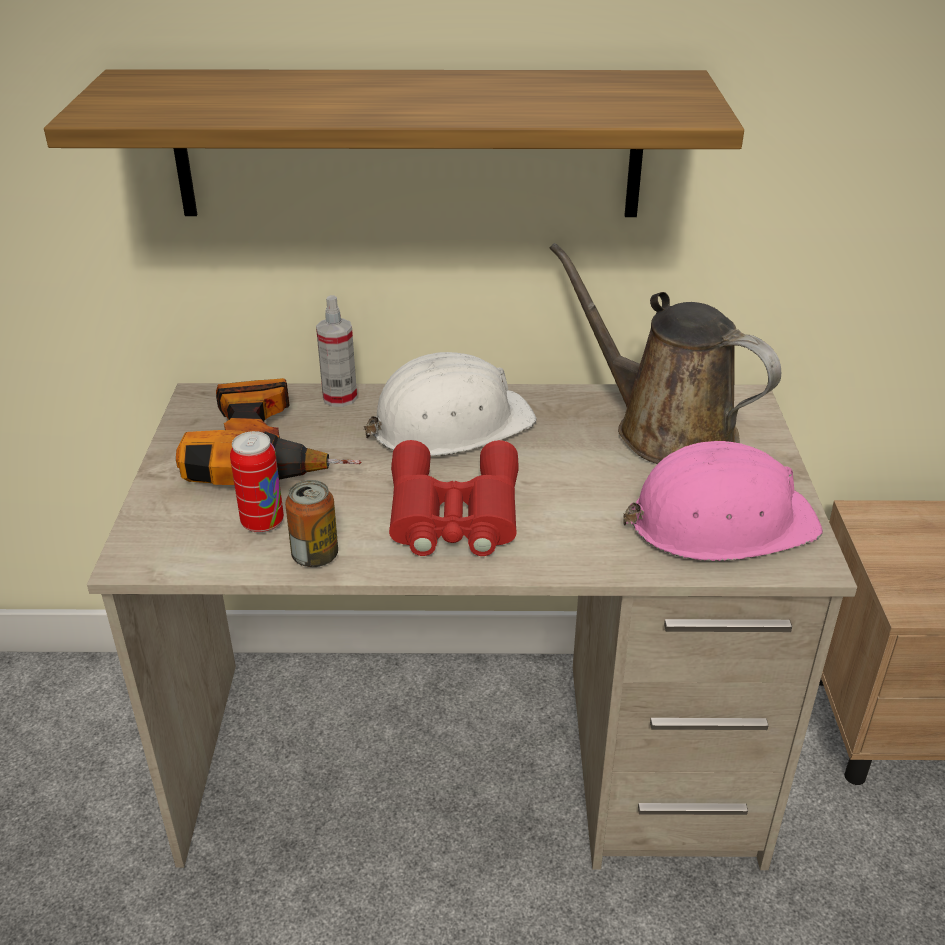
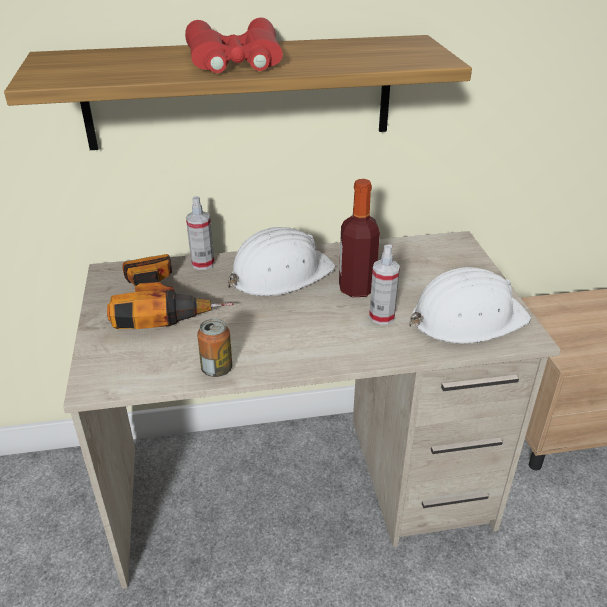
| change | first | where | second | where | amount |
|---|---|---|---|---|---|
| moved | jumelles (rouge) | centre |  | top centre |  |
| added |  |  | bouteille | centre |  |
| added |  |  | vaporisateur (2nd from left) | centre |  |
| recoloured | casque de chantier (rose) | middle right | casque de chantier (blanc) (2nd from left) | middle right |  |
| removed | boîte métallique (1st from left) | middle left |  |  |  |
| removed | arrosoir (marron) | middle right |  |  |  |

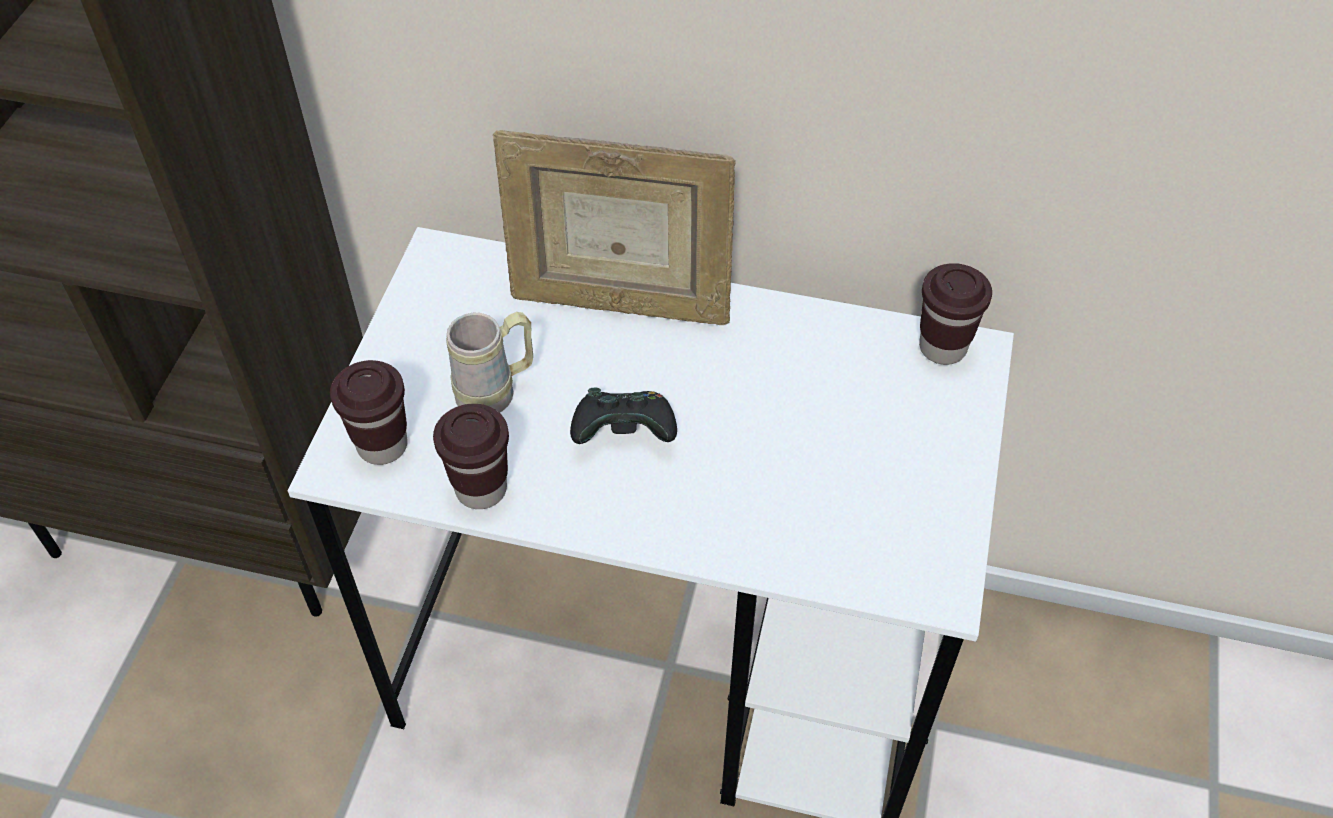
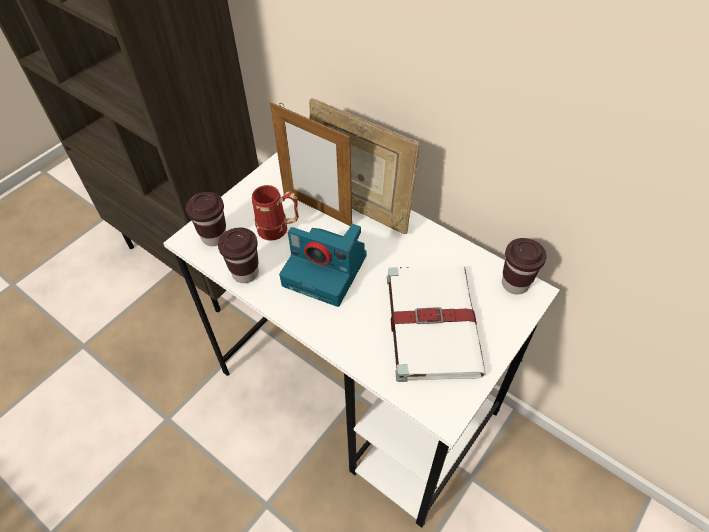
| change | first | where | second | where | amount |
|---|---|---|---|---|---|
| recoloured | mug (beige) | centre | mug (rouge) | centre |  |
| added |  |  | cadre photo (1st from left) | top centre |  |
| replaced | manette (noir) | centre | appareil photo | centre |  |
| added |  |  | livre (blanc) | centre |  |

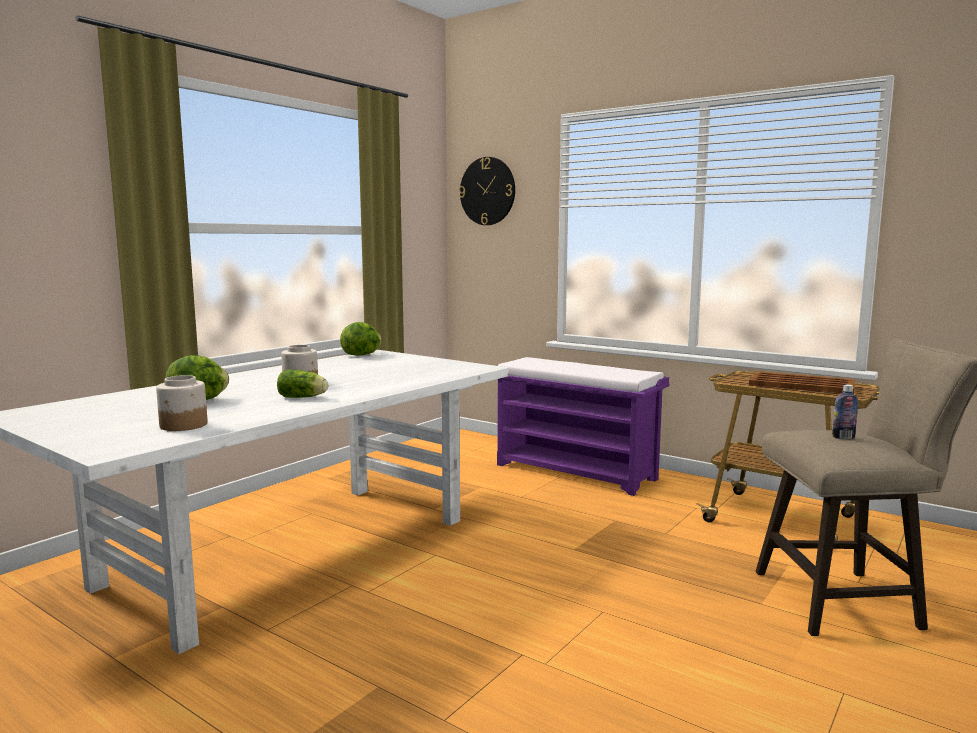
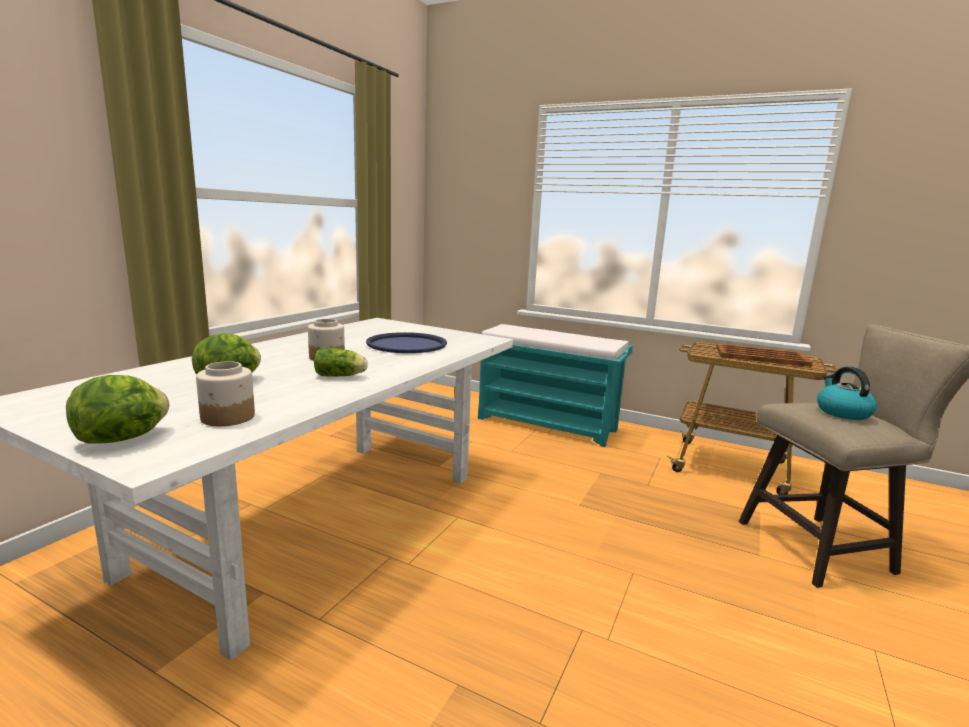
| change | first | where | second | where | amount |
|---|---|---|---|---|---|
| moved | laitue (3rd from left in the first image) | centre | laitue (1st from left) | middle left |  |
| added |  |  | plateau (bleu) | centre |  |
| recoloured | banc (violet) | centre | banc (turquoise) | centre |  |
| replaced | bouteille | middle right | bouilloire | middle right |  |
| removed | horloge murale | top centre |  |  |  |

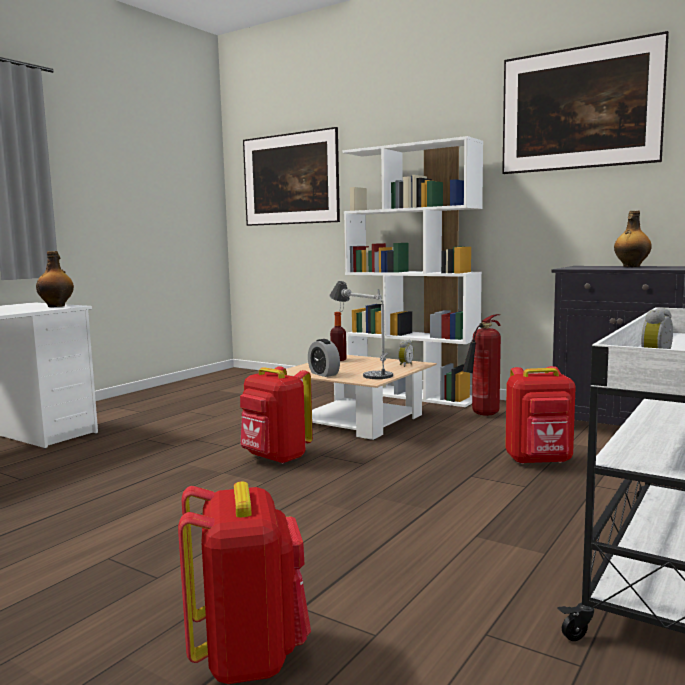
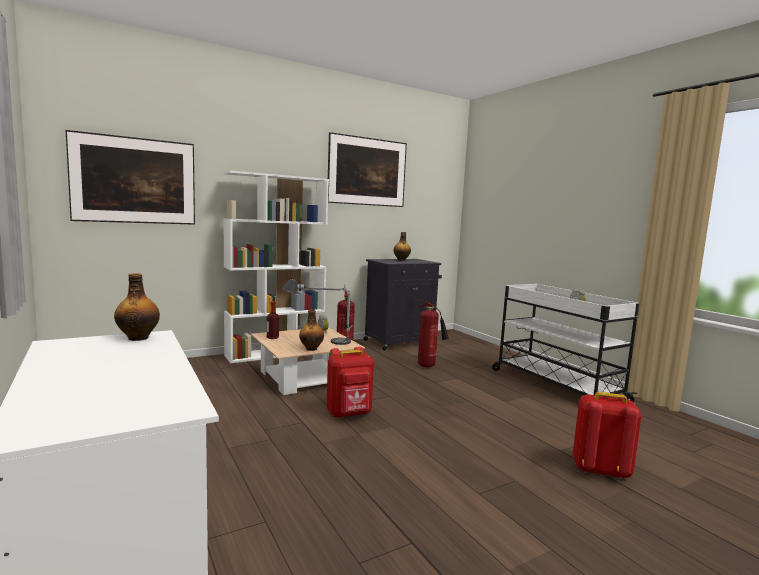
| change | first | where | second | where | amount |
|---|---|---|---|---|---|
| replaced | réveil (1st from left) | centre | bouteille (3rd from left) | centre |  |
| replaced | sac à dos (rouge) (3rd from left) | middle right | extincteur (2nd from left) | centre |  |

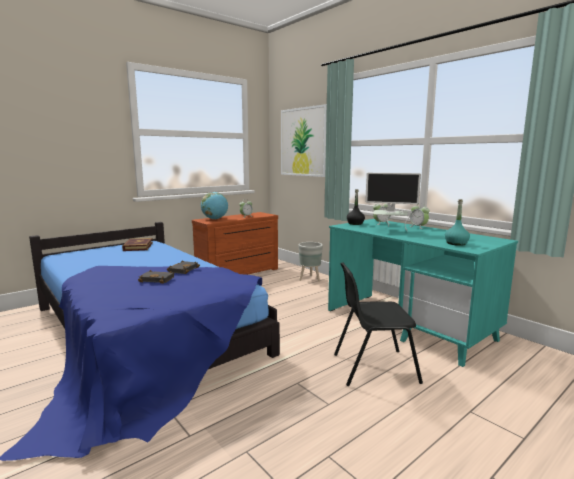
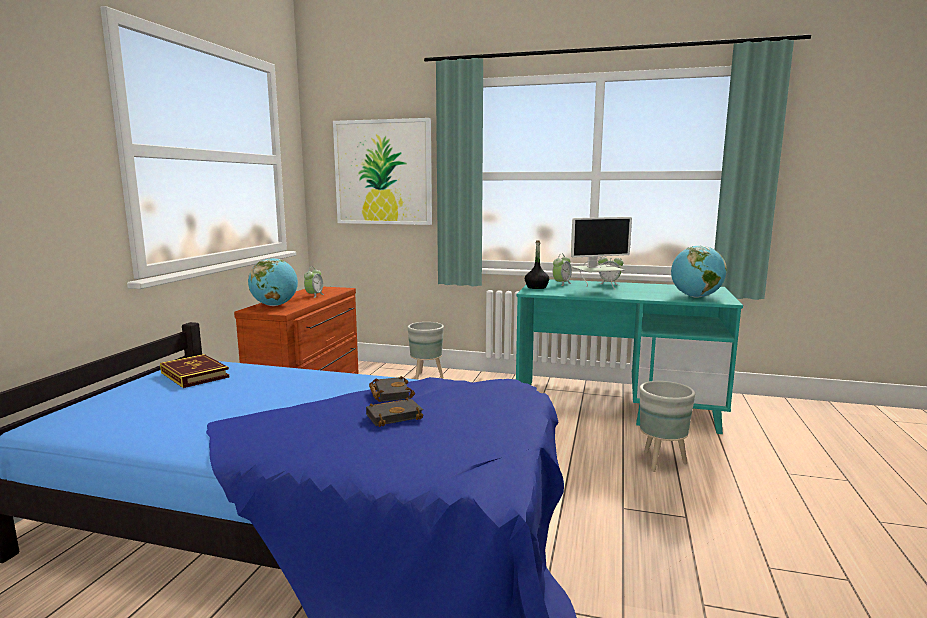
| change | first | where | second | where | amount |
|---|---|---|---|---|---|
| replaced | chaise (noir) | bottom centre | cache-pot (gris) (2nd from left) | bottom right |  |
| replaced | bouteille (turquoise) | middle right | globe (2nd from left) | middle right |  |

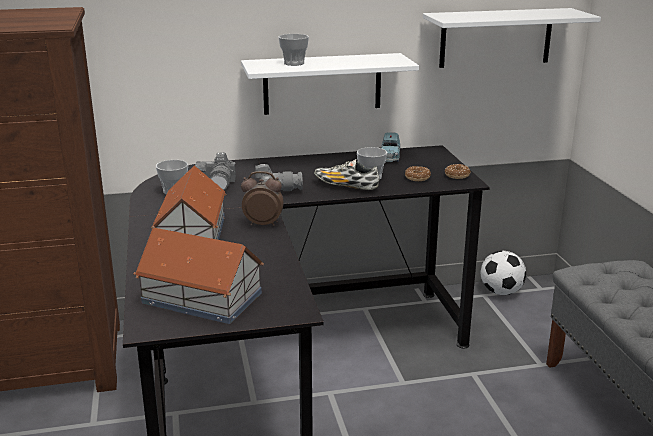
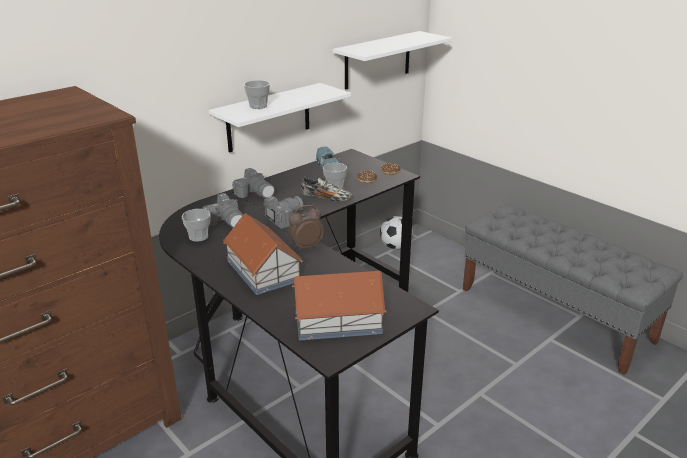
| change | first | where | second | where | amount |
|---|---|---|---|---|---|
| added |  |  | appareil photo (2nd from left) | centre |  |
| turned | chaussure | centre |  | centre | 150 degrees counterclockwise |

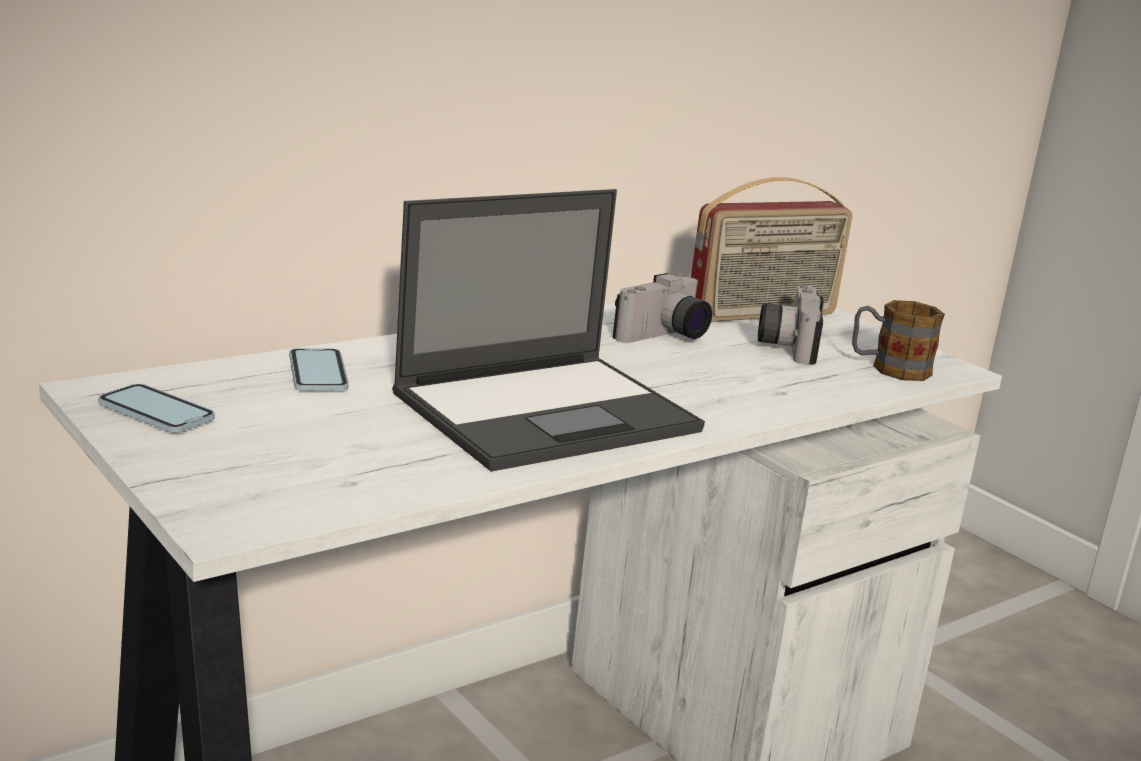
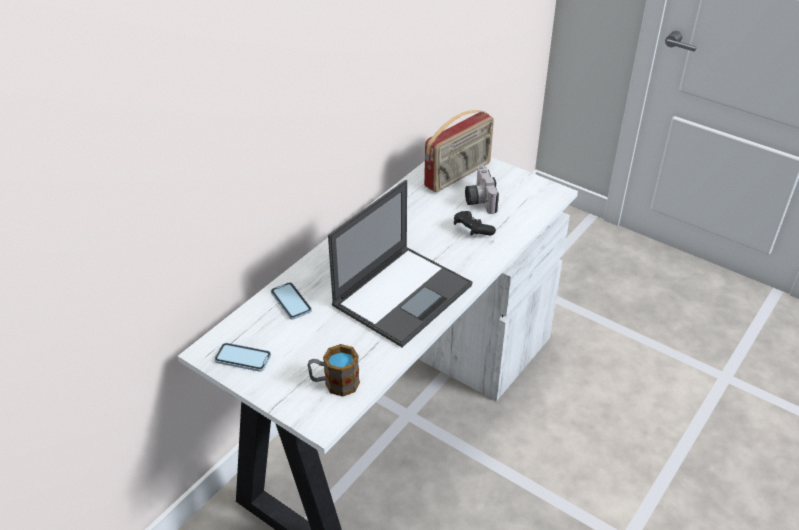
| change | first | where | second | where | amount |
|---|---|---|---|---|---|
| moved | mug | middle right |  | bottom centre |  |
| added |  |  | manette (noir) | centre |  |
| removed | appareil photo (1st from left) | centre |  |  |  |

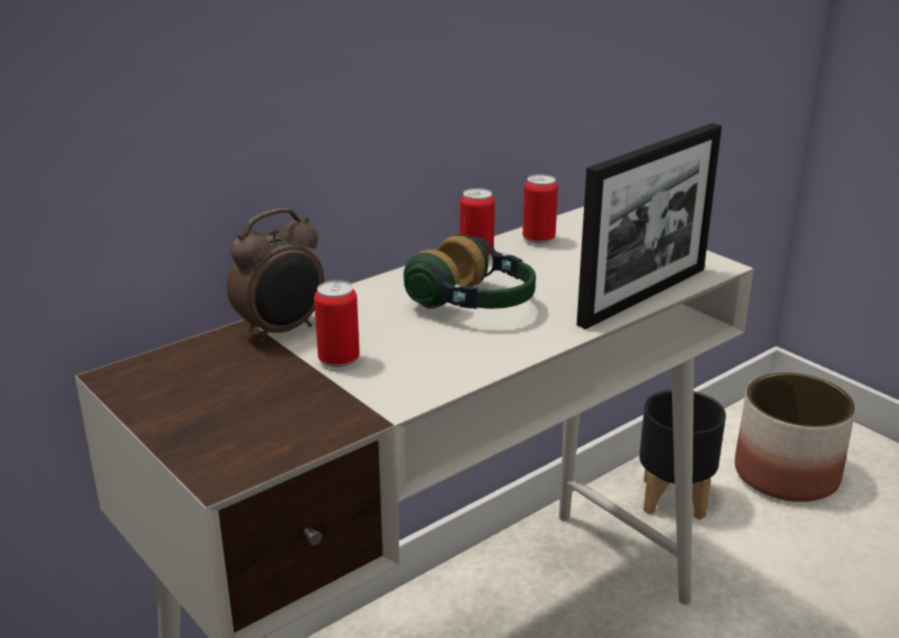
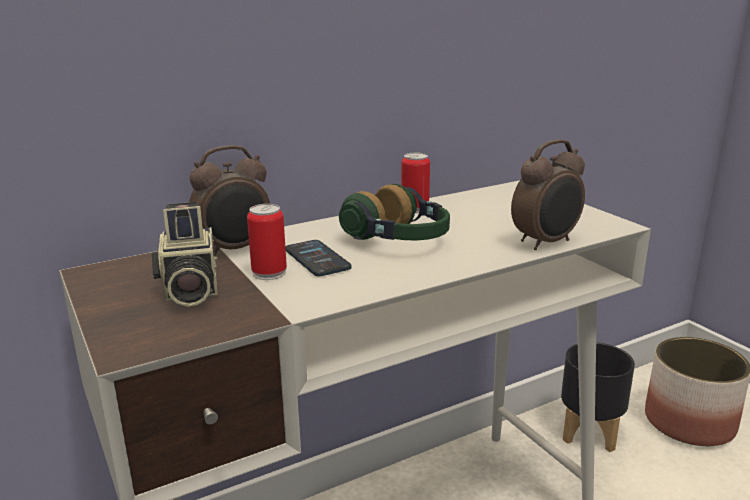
| change | first | where | second | where | amount |
|---|---|---|---|---|---|
| added |  |  | appareil photo | middle left |  |
| added |  |  | téléphone | centre |  |
| replaced | cadre photo | middle right | réveil (2nd from left) | middle right |  |
| removed | boîte métallique (3rd from left) | top centre |  |  |  |

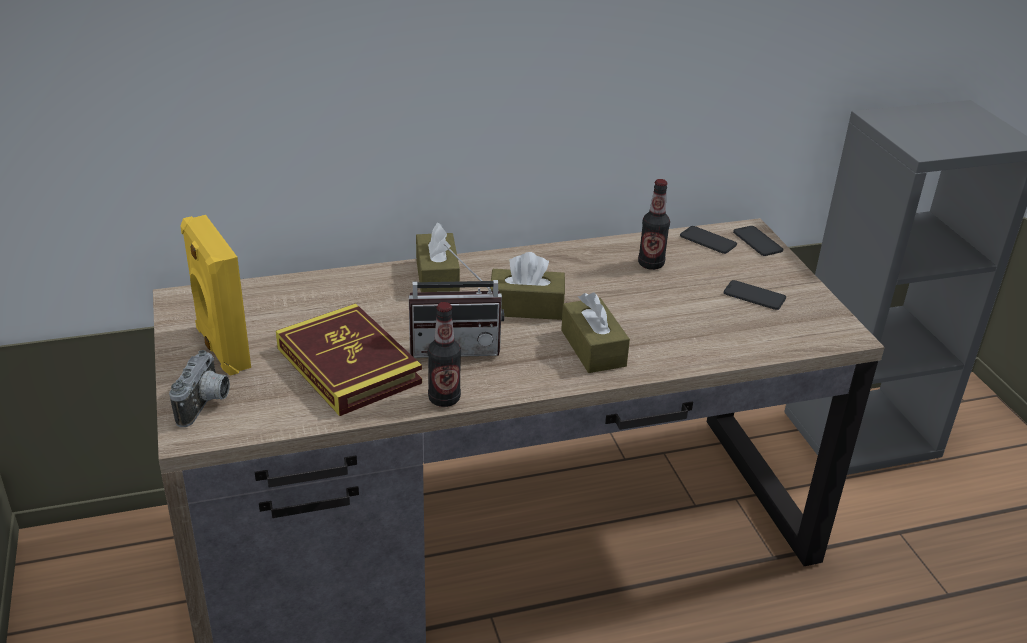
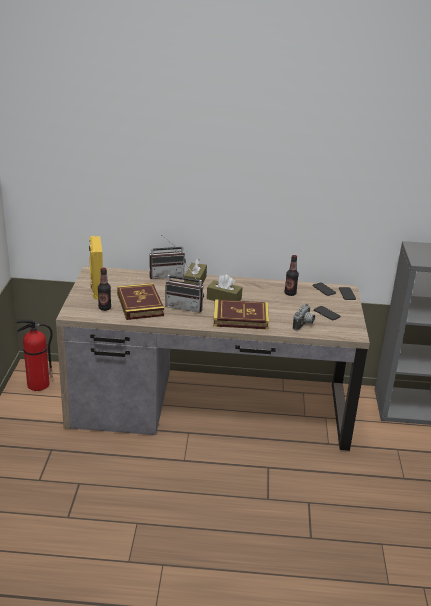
| change | first | where | second | where | amount |
|---|---|---|---|---|---|
| added |  |  | extincteur | middle left |  |
| moved | bouteille (1st from left) | centre |  | middle left |  |
| added |  |  | radio (1st from left) | centre |  |
| replaced | boîte à mouchoirs (marron) (3rd from left) | centre | livre (2nd from left) | centre |  |
| moved | appareil photo | middle left |  | middle right |  |

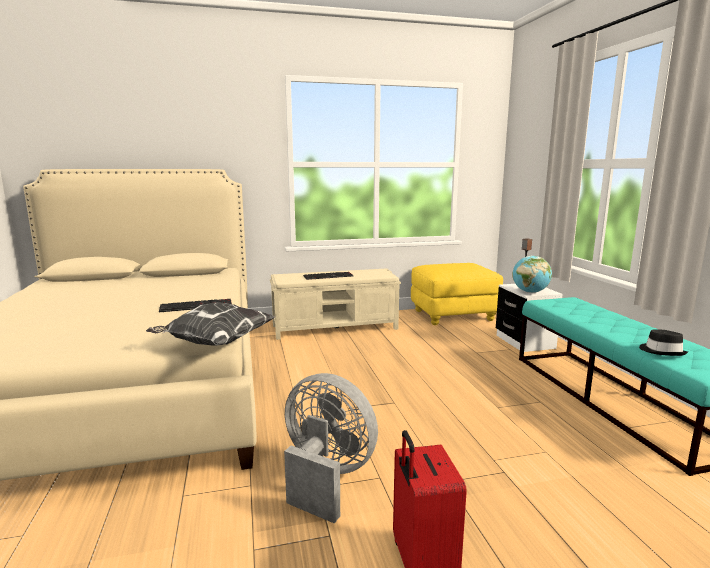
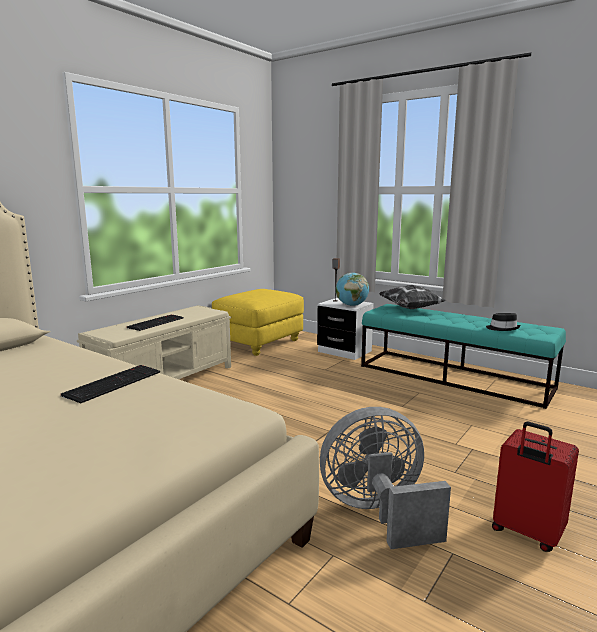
| change | first | where | second | where | amount |
|---|---|---|---|---|---|
| moved | coussin | middle left |  | middle right |  |

